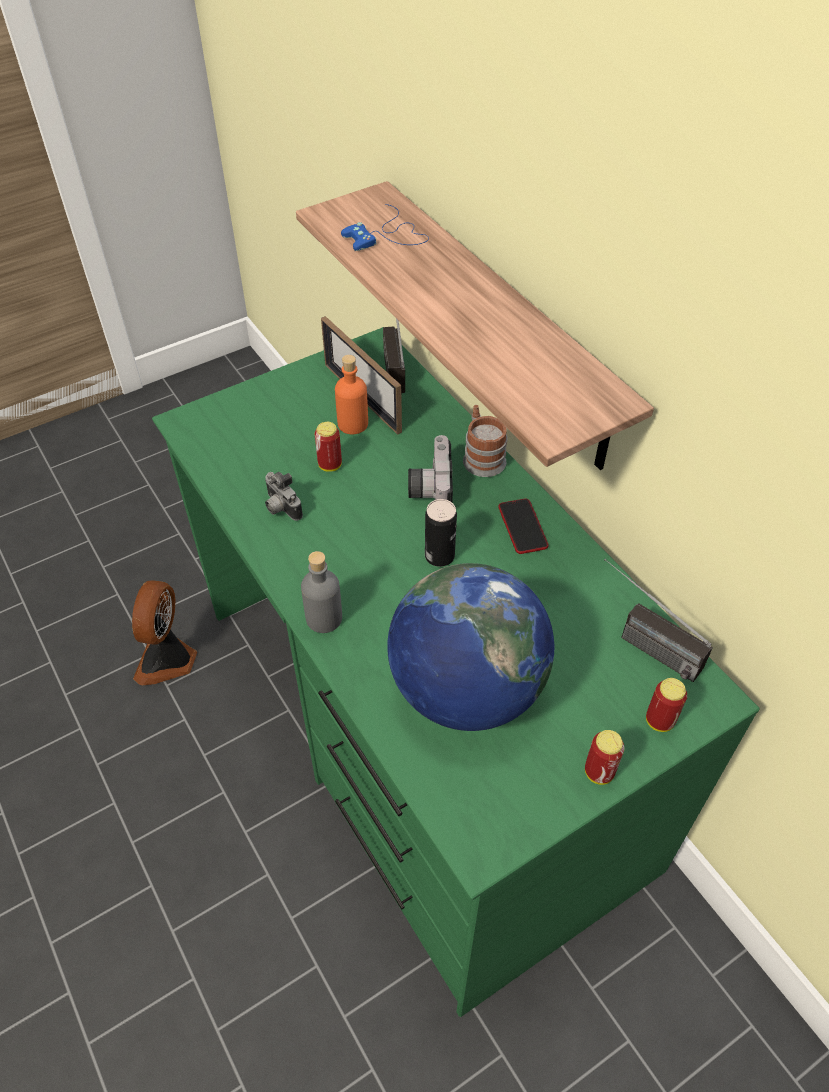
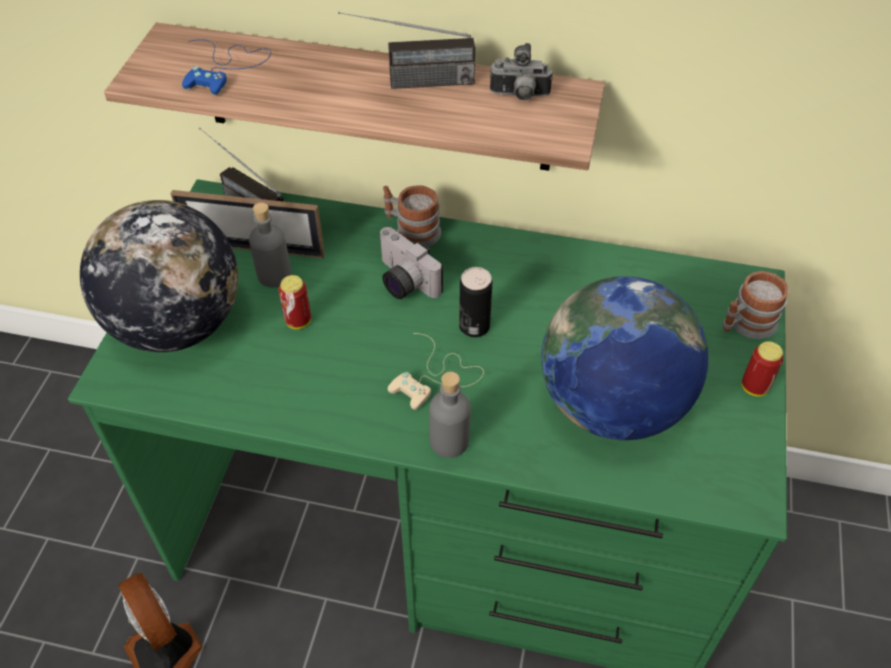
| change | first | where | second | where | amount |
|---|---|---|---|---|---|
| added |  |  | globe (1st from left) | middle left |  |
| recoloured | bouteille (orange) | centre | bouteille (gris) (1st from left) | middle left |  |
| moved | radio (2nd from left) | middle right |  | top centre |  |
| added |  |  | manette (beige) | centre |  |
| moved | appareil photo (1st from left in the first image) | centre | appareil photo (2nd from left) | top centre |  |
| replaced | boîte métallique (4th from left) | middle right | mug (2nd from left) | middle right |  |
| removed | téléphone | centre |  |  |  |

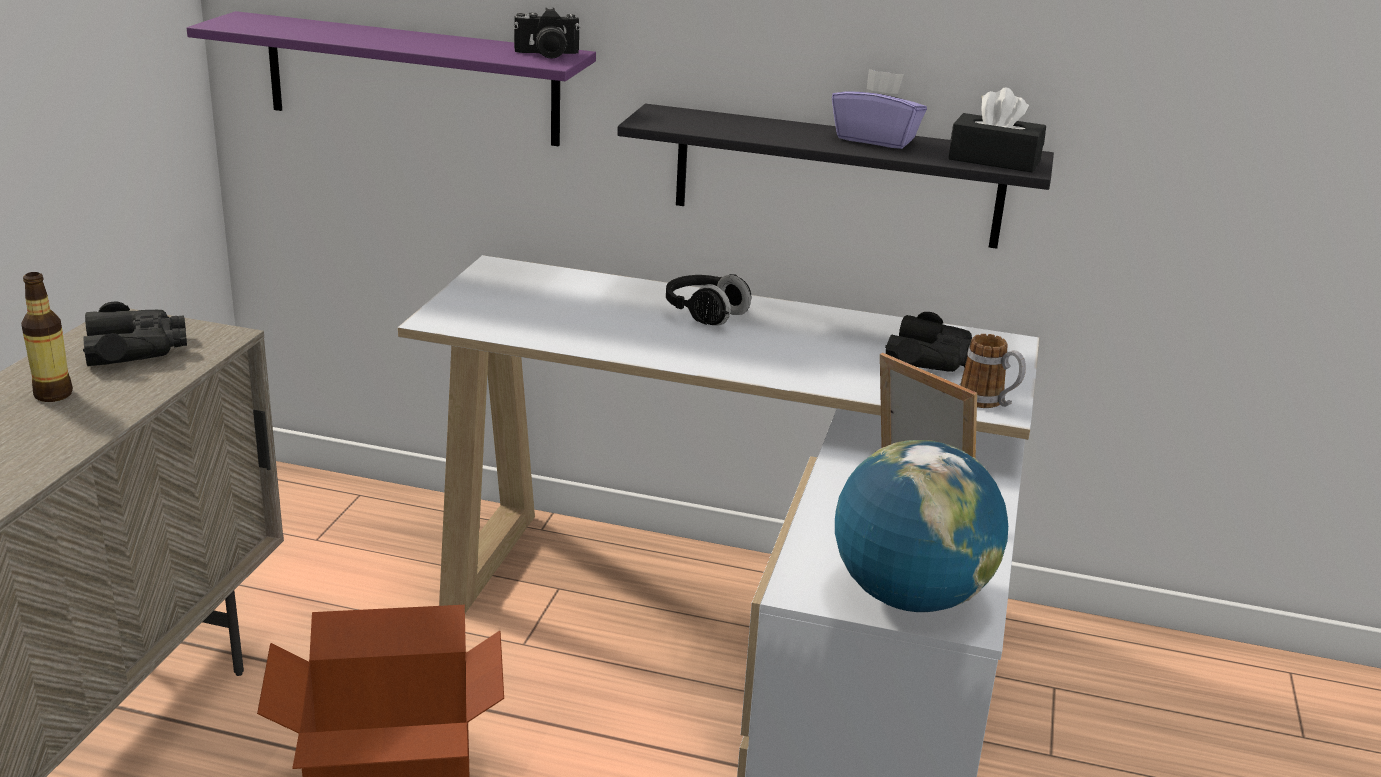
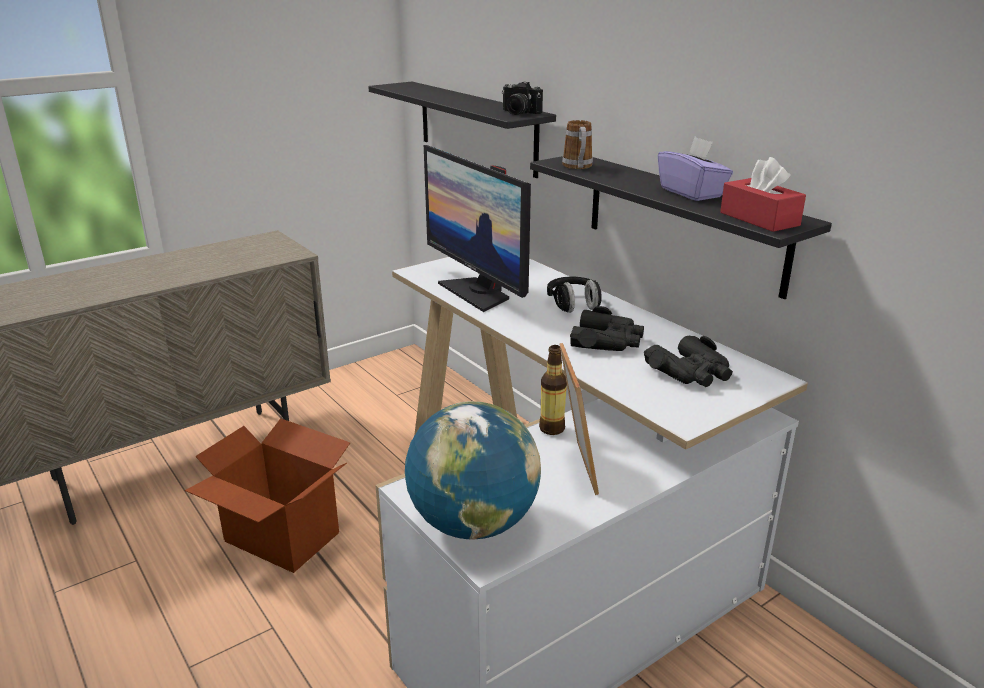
| change | first | where | second | where | amount |
|---|---|---|---|---|---|
| recoloured | étagère (violet) | top left | étagère (noir) (1st from left) | top centre |  |
| added |  |  | écran d'ordinateur | top centre |  |
| moved | bouteille | middle left |  | centre |  |
| moved | mug | middle right |  | top centre |  |
| moved | jumelles (noir) (1st from left) | middle left |  | centre |  |
| recoloured | boîte à mouchoirs (noir) | top right | boîte à mouchoirs (rouge) | top right |  |

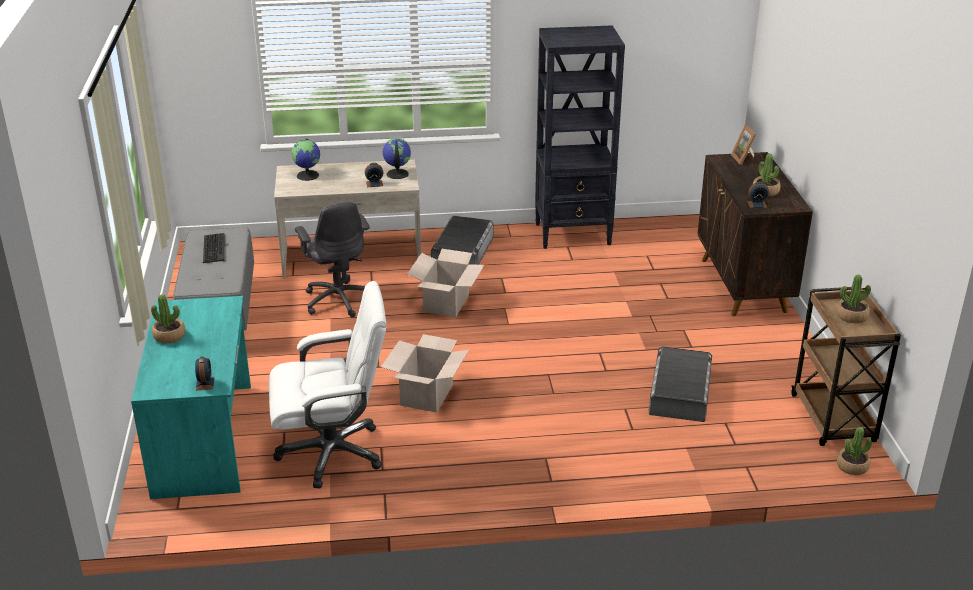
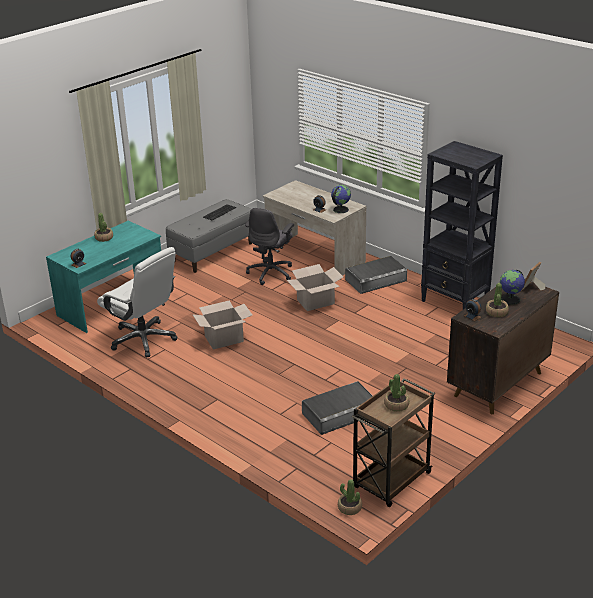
| change | first | where | second | where | amount |
|---|---|---|---|---|---|
| moved | globe (1st from left in the first image) | top left | globe (2nd from left) | middle right |  |

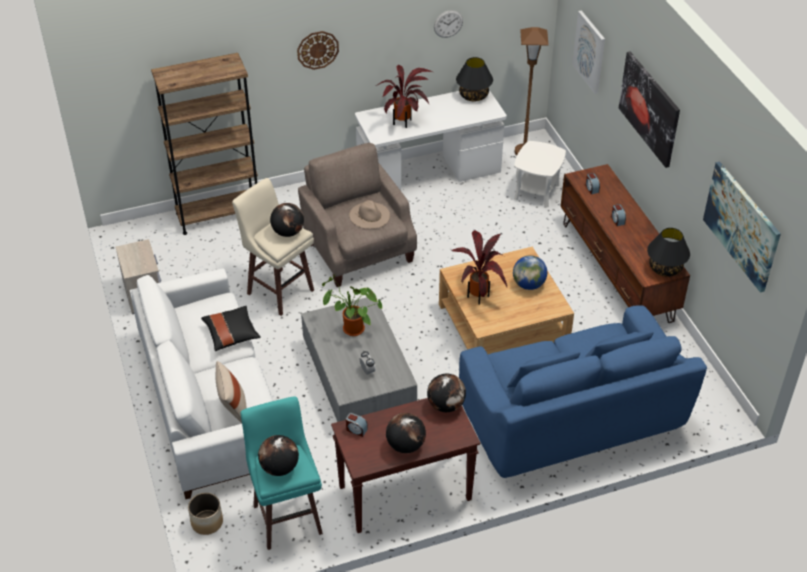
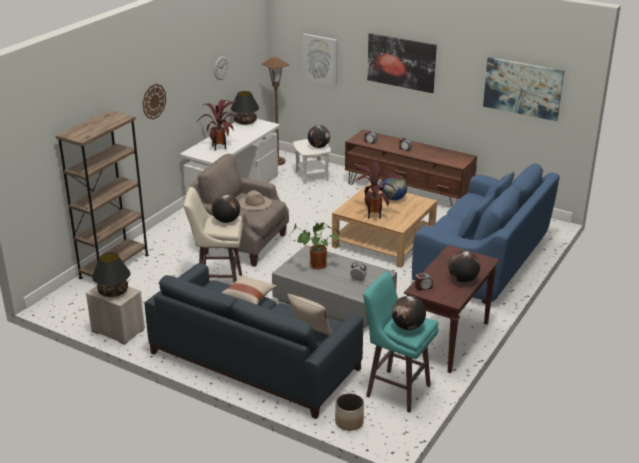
| change | first | where | second | where | amount |
|---|---|---|---|---|---|
| moved | lampe de table (noir) (2nd from left in the first image) | middle right | lampe de table (noir) (1st from left) | middle left |  |
| recoloured | canapé (blanc) | bottom left | canapé (bleu) (1st from left) | bottom centre |  |
| recoloured | coussin (noir) | middle left | coussin (beige) (1st from left) | centre |  |
| moved | globe (4th from left in the first image) | bottom centre | globe (2nd from left) | top centre |  |

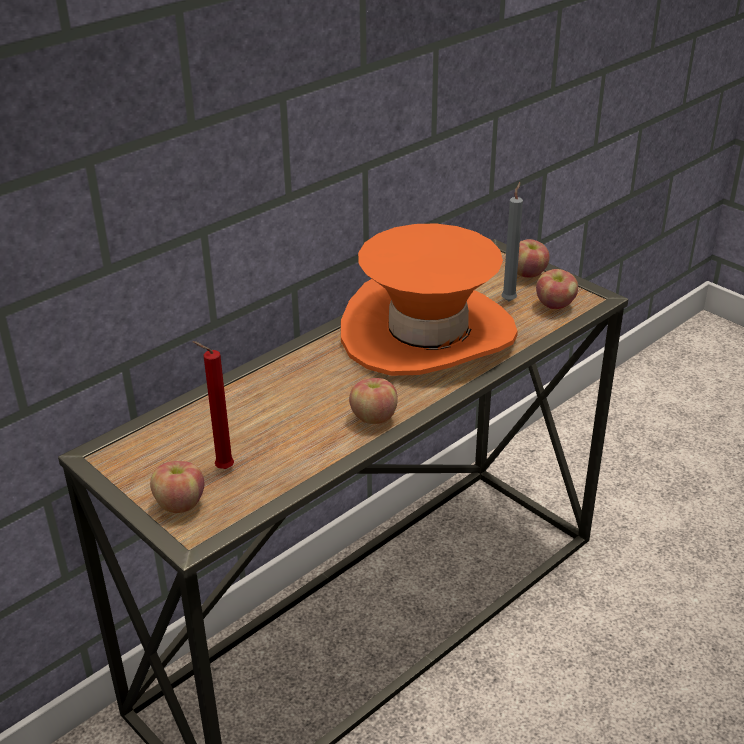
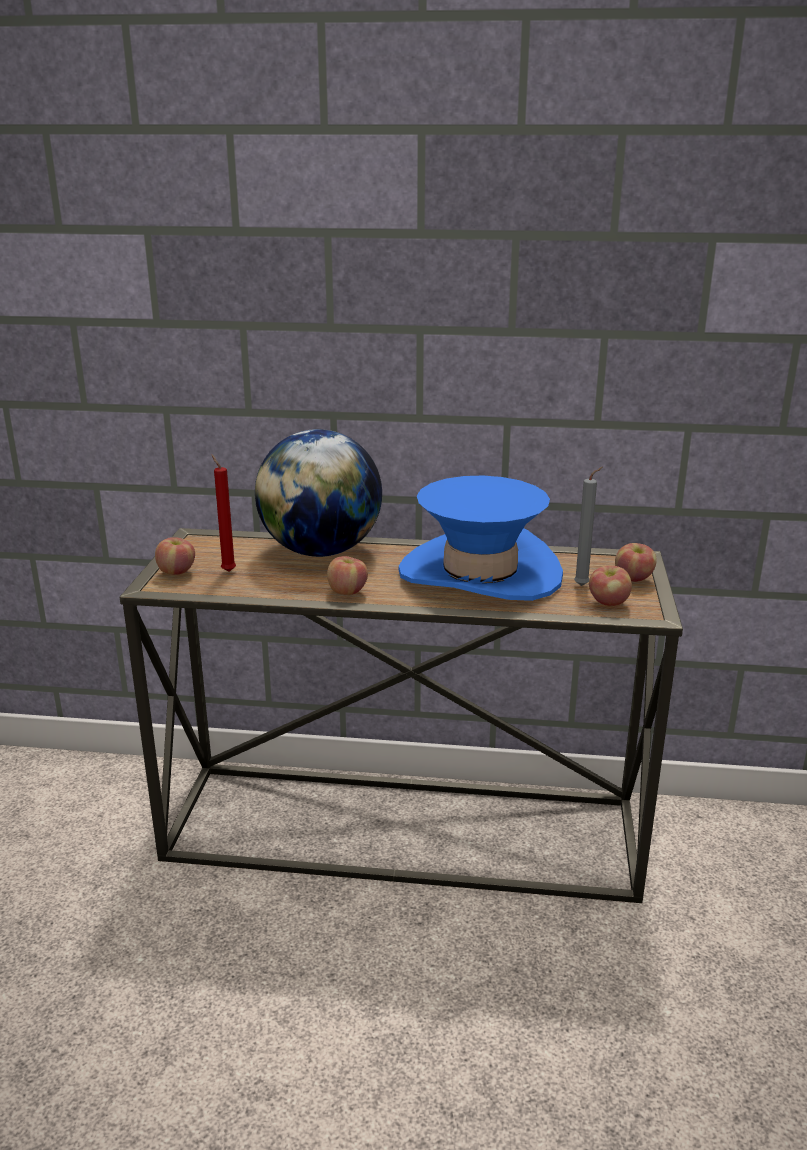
| change | first | where | second | where | amount |
|---|---|---|---|---|---|
| added |  |  | globe | centre |  |
| recoloured | chapeau (orange) | centre | chapeau (bleu) | centre |  |

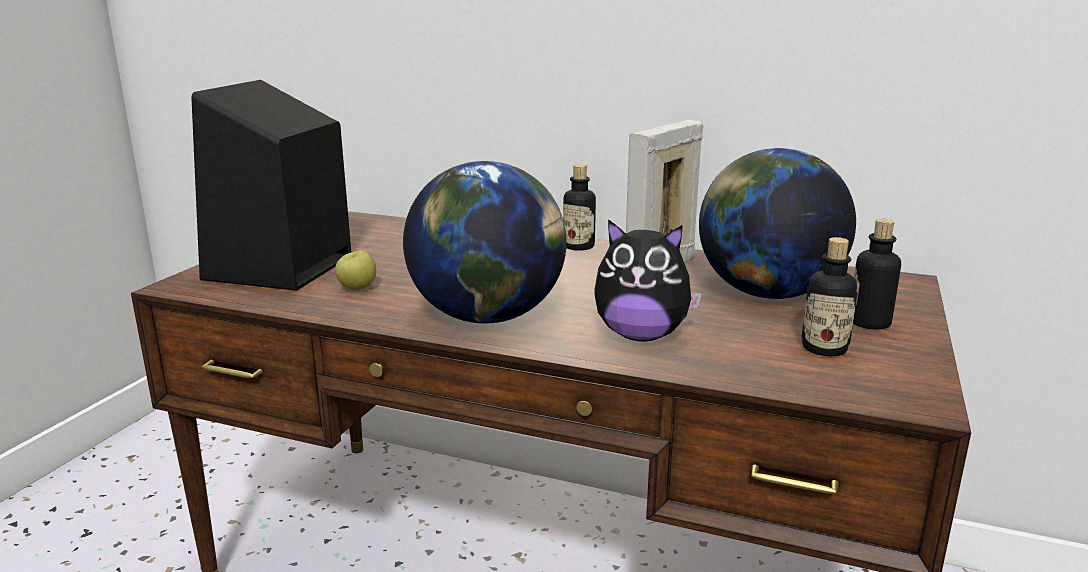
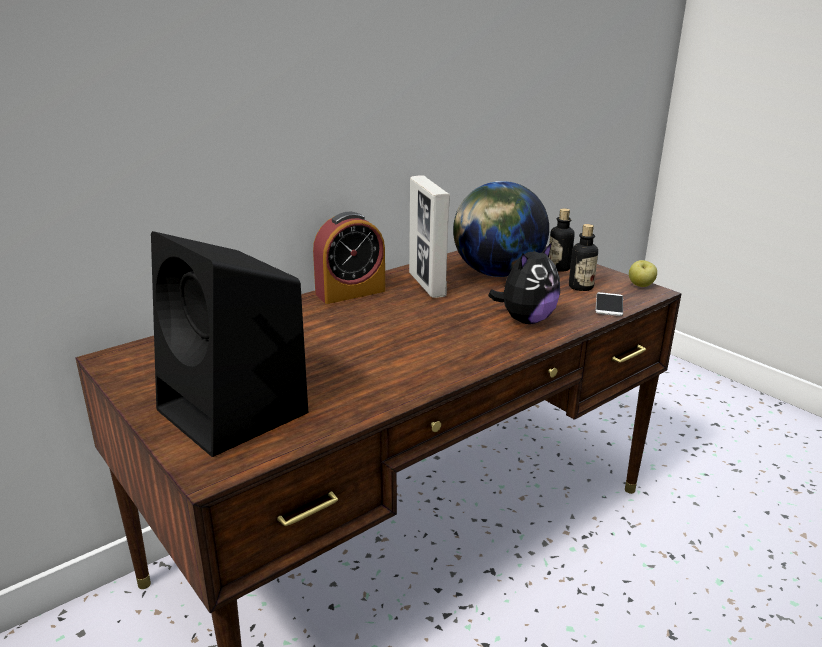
| change | first | where | second | where | amount |
|---|---|---|---|---|---|
| replaced | bouteille (1st from left) | centre | réveil | centre |  |
| added |  |  | téléphone | middle right |  |
| moved | pomme | middle left |  | middle right |  |
| removed | globe (1st from left) | centre |  |  |  |

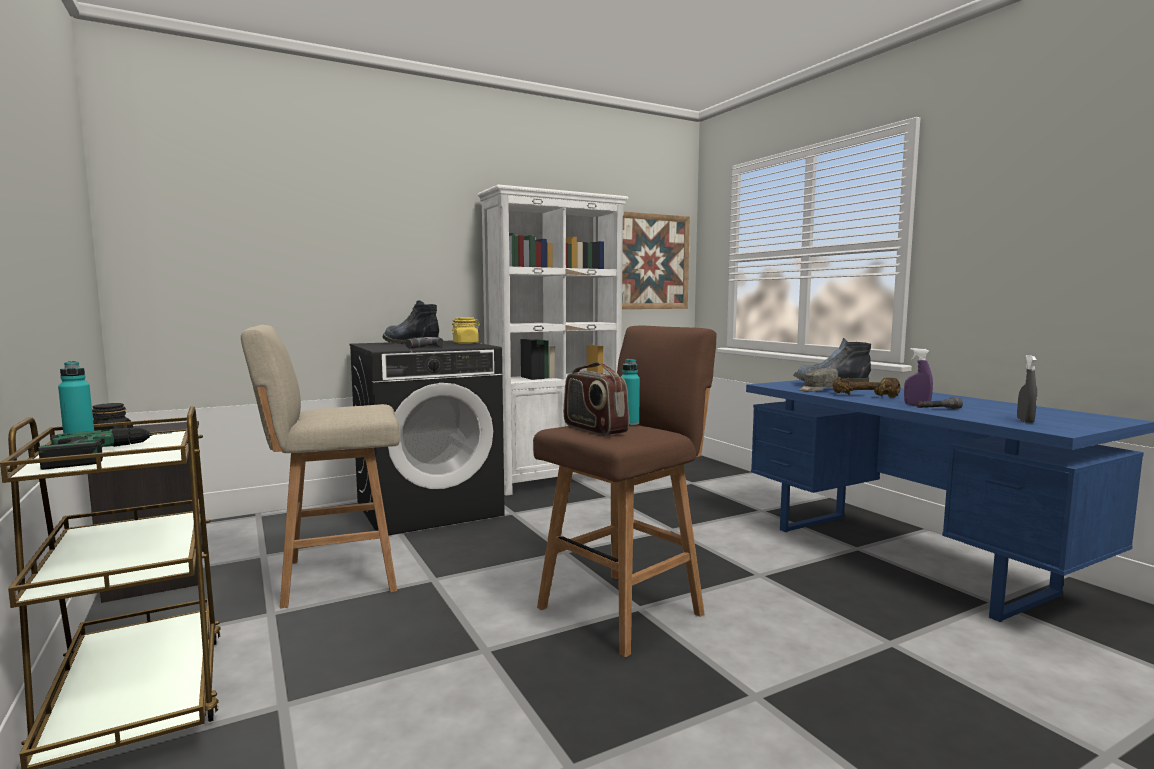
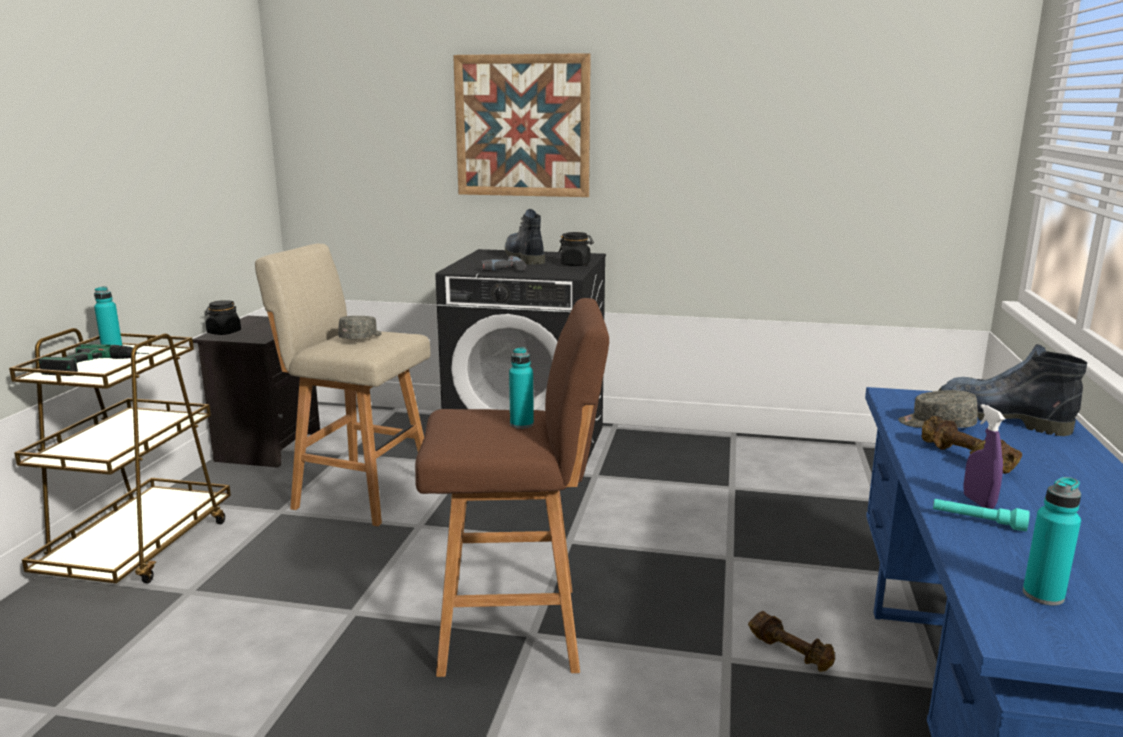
| change | first | where | second | where | amount |
|---|---|---|---|---|---|
| added |  |  | casquette (gris) (1st from left) | middle left |  |
| moved | tableau | centre |  | top centre |  |
| recoloured | bocal (jaune) | centre | bocal (noir) (2nd from left) | centre |  |
| added |  |  | haltère (marron) (1st from left) | bottom right |  |
| recoloured | lampe de poche (gris) | middle right | lampe de poche (turquoise) | bottom right |  |
| replaced | vaporisateur (gris) | middle right | bouteille (turquoise) (3rd from left) | bottom right |  |
| removed | bibliothèque (blanc) | centre |  |  |  |
| removed | radio | centre |  |  |  |

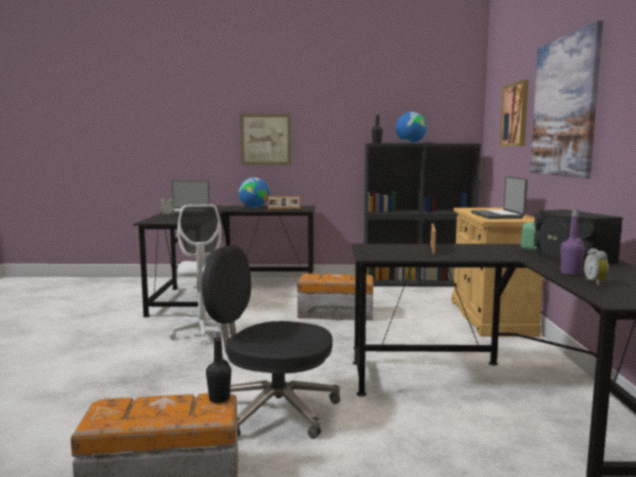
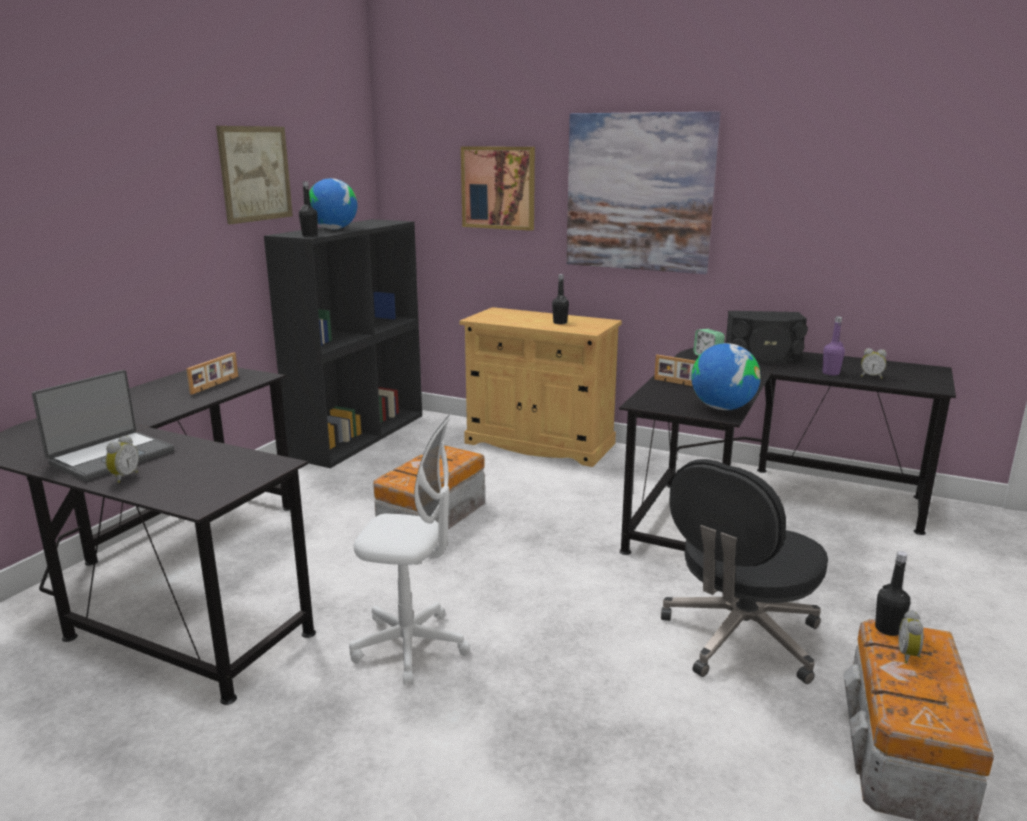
| change | first | where | second | where | amount |
|---|---|---|---|---|---|
| moved | tableau (1st from left) | top centre |  | top left |  |
| replaced | ordinateur portable (2nd from left) | middle right | bouteille (noir) (2nd from left) | centre |  |
| moved | globe (1st from left in the first image) | centre | globe (2nd from left) | middle right |  |
| added |  |  | réveil (4th from left) | bottom right |  |

